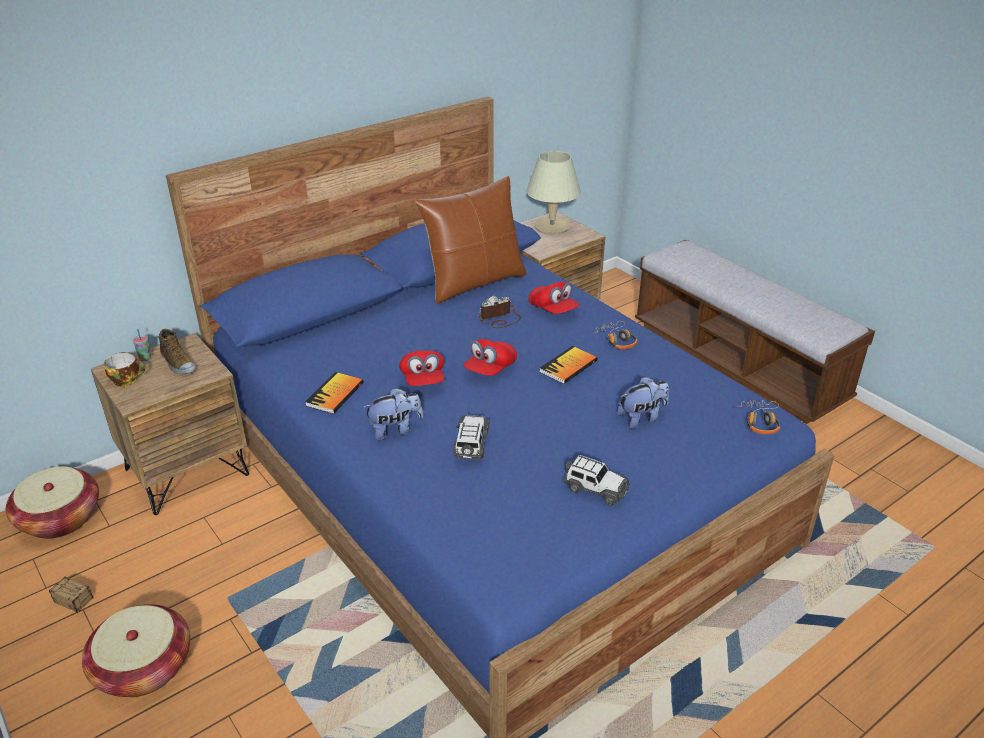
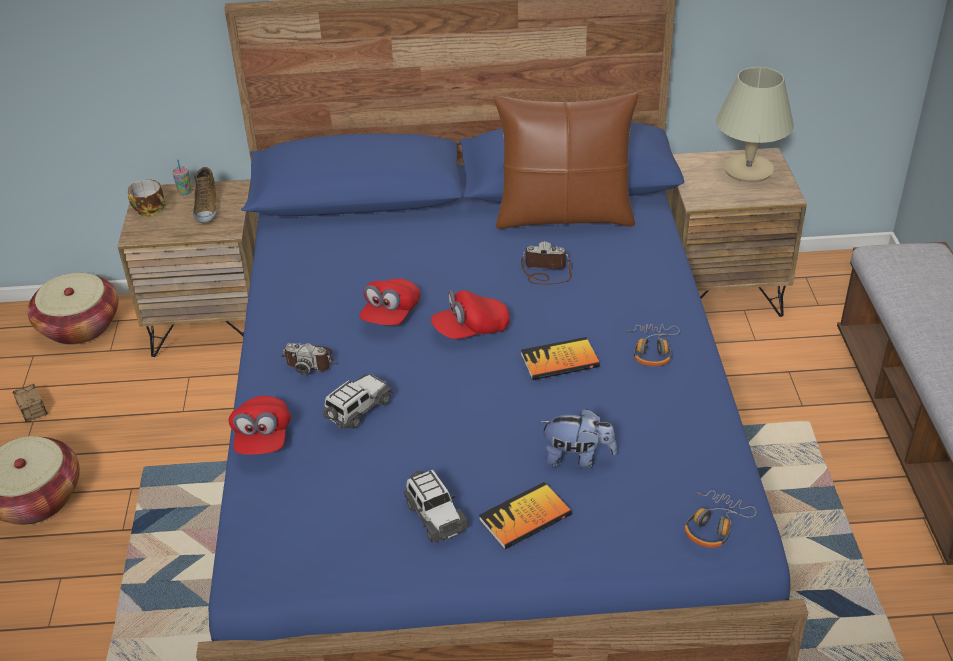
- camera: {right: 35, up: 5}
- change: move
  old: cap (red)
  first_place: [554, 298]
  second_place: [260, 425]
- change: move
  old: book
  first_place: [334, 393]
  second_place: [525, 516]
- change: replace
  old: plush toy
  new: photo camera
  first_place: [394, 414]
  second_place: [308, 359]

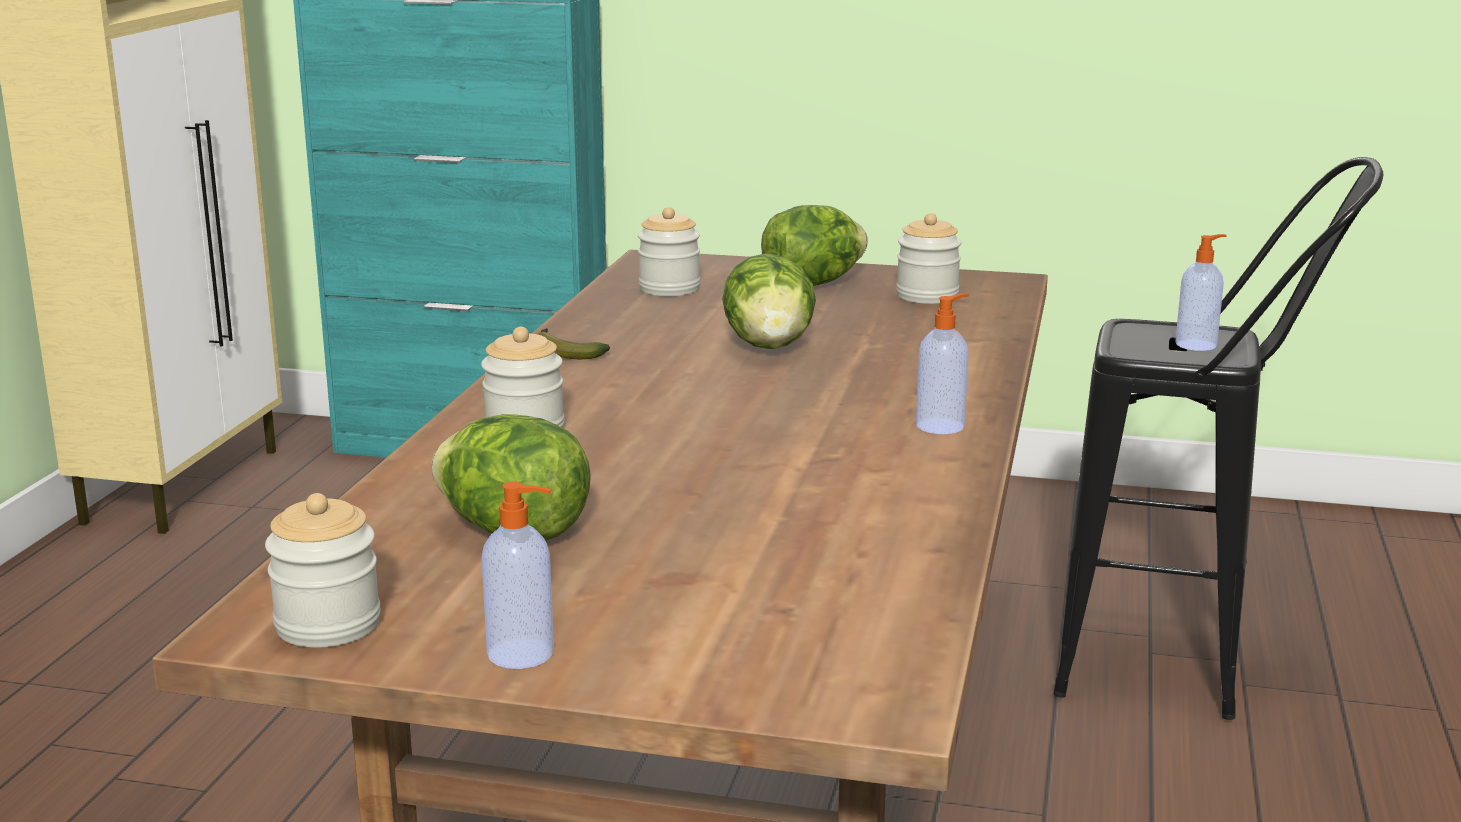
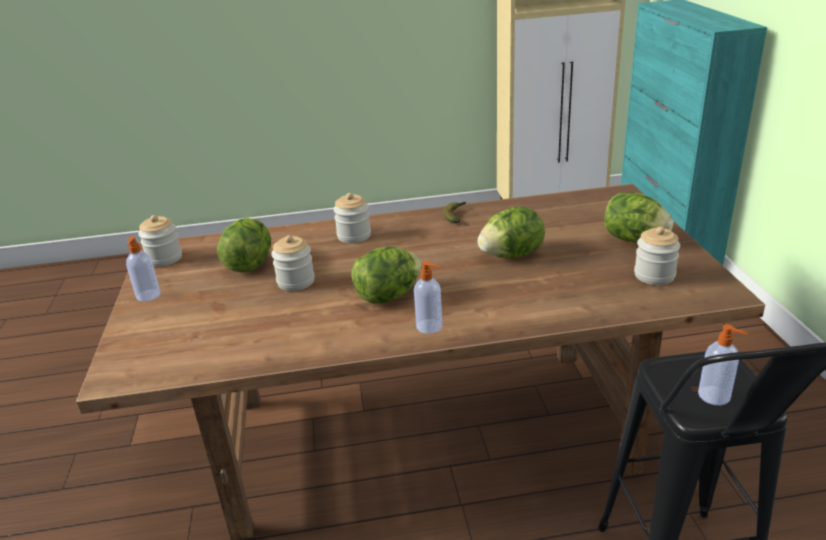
- camera: {right: 70, up: 10}
- change: move
  old: jar
  first_place: [669, 251]
  second_place: [293, 263]
- change: insert
  new: lettuce
  second_place: [386, 275]

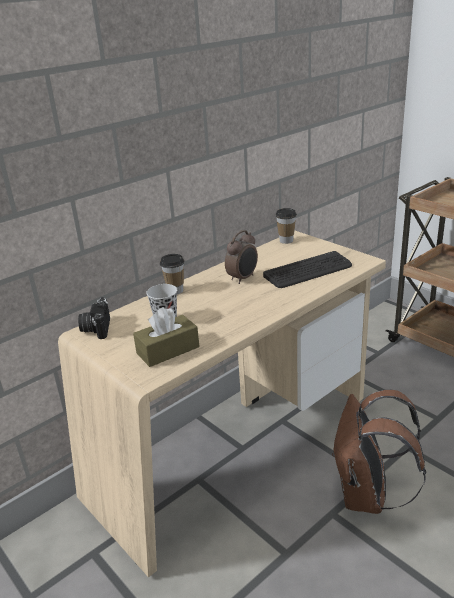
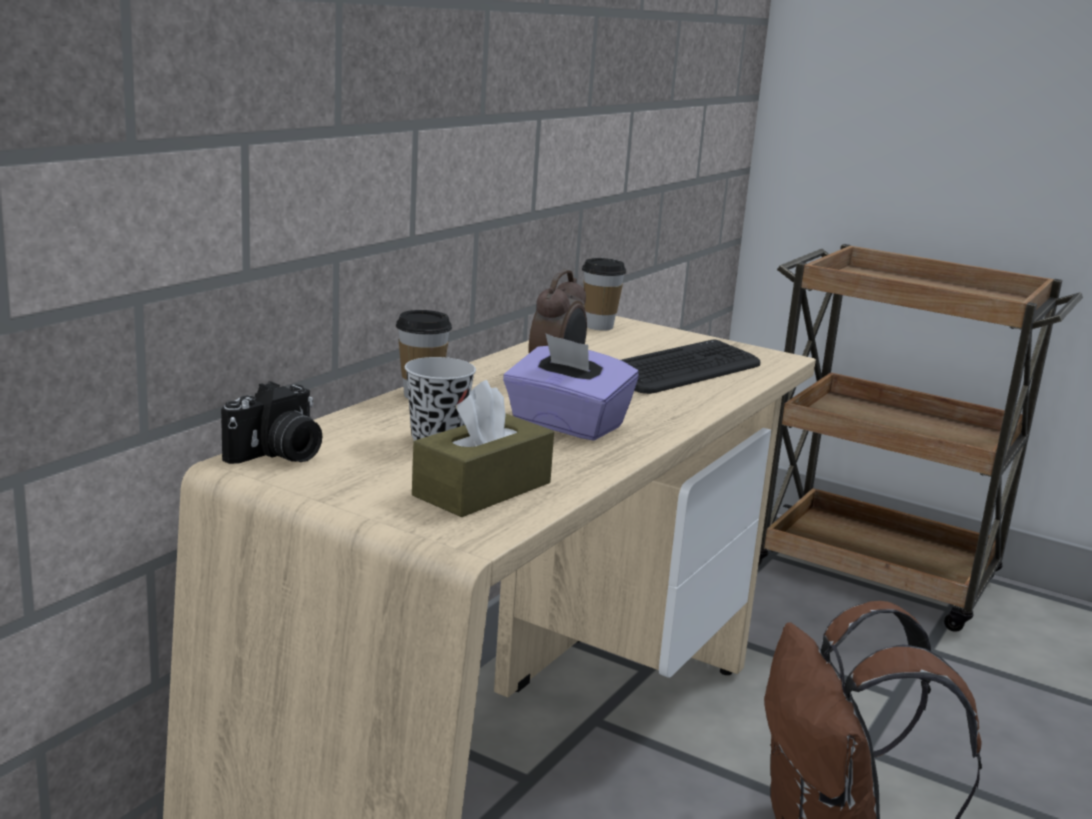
- camera: {right: -20, up: -10}
- change: rotate
  old: photo camera
  first_place: [94, 318]
  second_place: [271, 422]
  degrees: -120
- change: insert
  new: tissue box (purple)
  second_place: [571, 387]

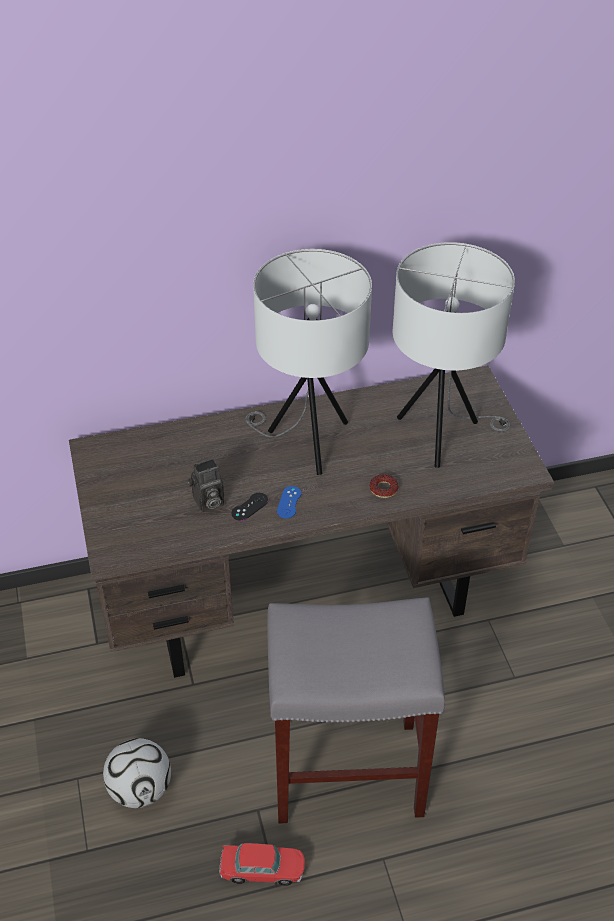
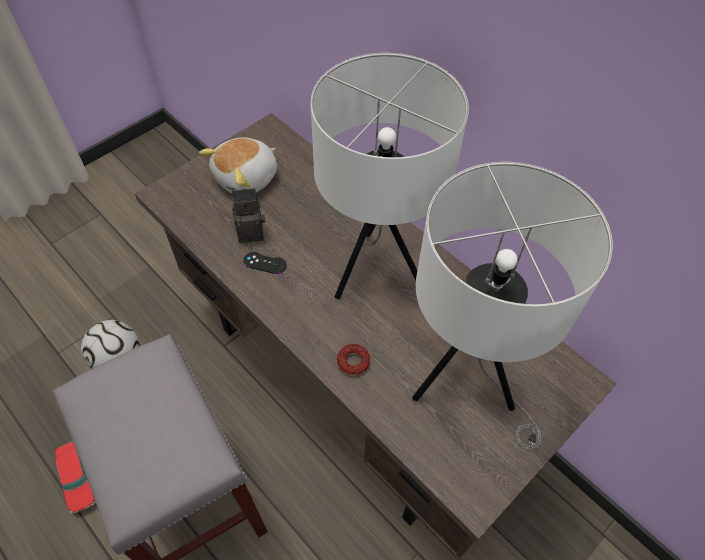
- camera: {right: 60, up: 10}
- change: rotate
  old: photo camera
  first_place: [205, 485]
  second_place: [248, 215]
  degrees: 135
- change: delete
  old: game controller (blue)
  first_place: [289, 502]
- change: insert
  new: plush toy
  second_place: [238, 165]

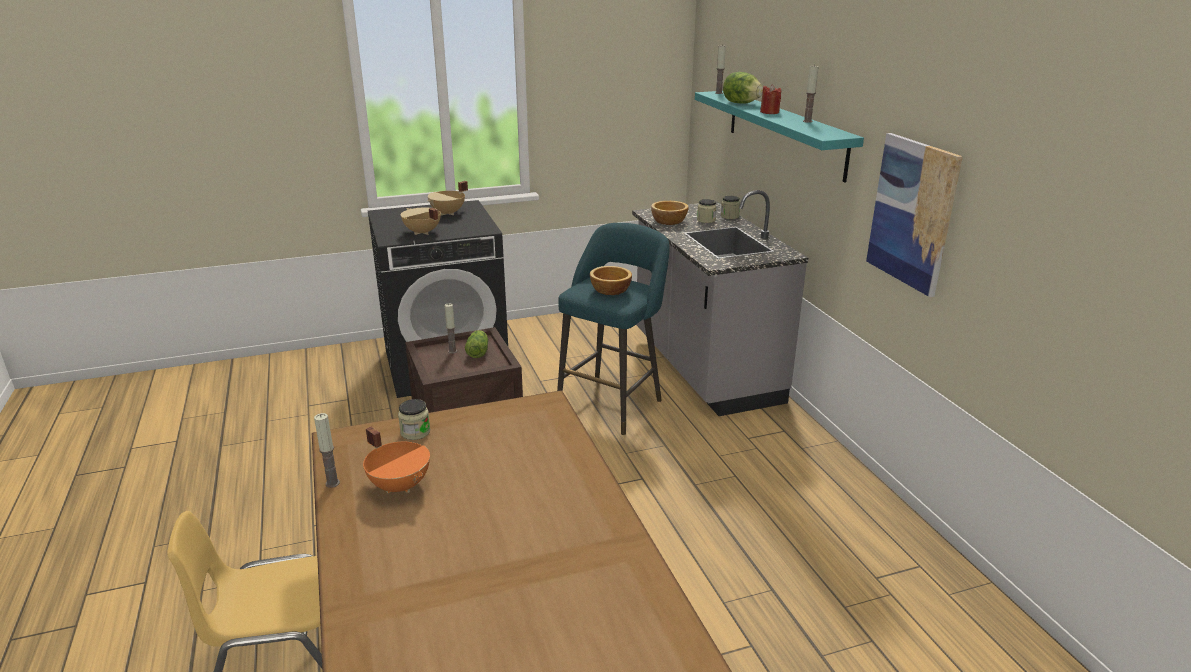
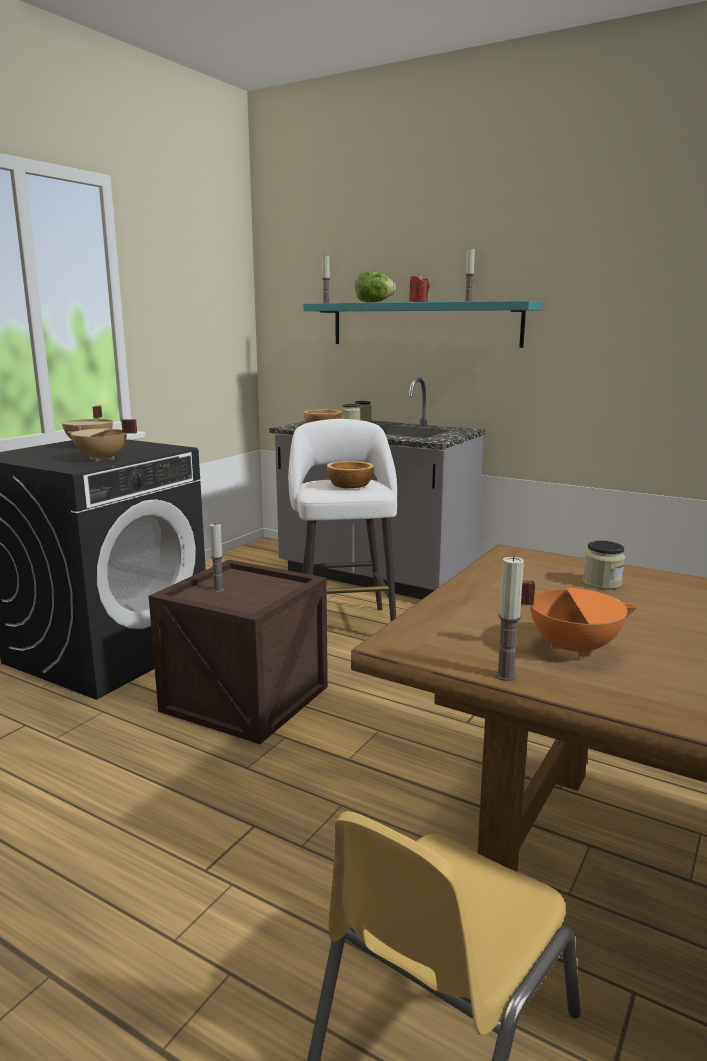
- camera: {right: -40, up: -10}
- change: delete
  old: picture
  first_place: [914, 215]
- change: recolor
  old: stool (turquoise)
  new: stool (white)
  first_place: [613, 329]
  second_place: [342, 520]
- change: delete
  old: lettuce
  first_place: [476, 344]
- change: move
  old: jar
  first_place: [414, 419]
  second_place: [604, 565]

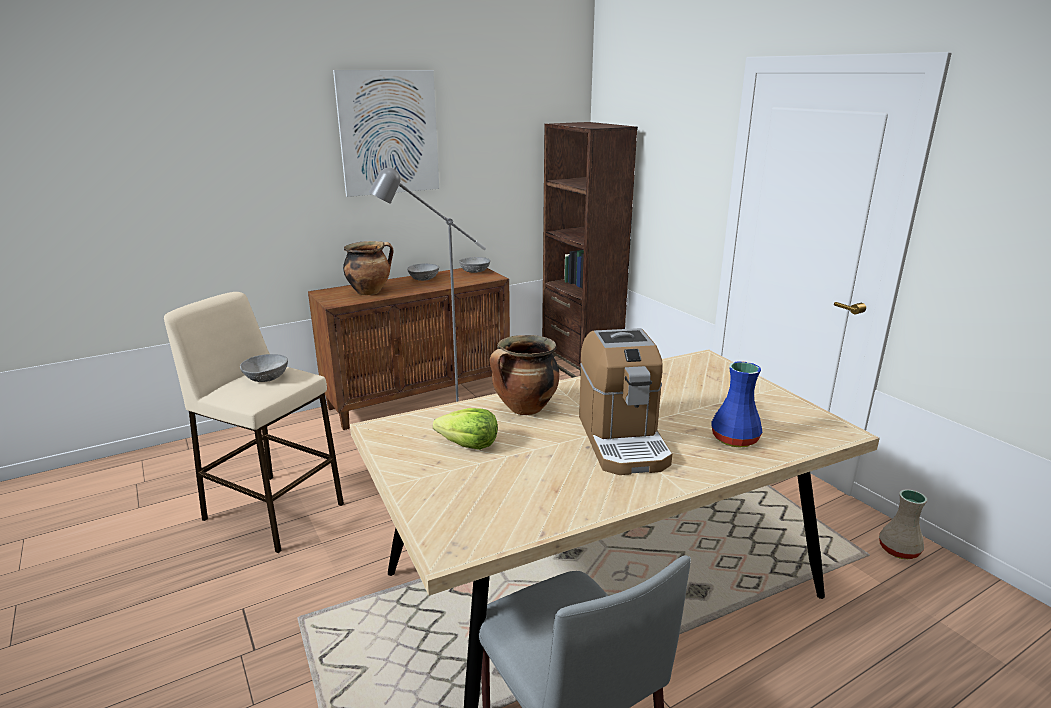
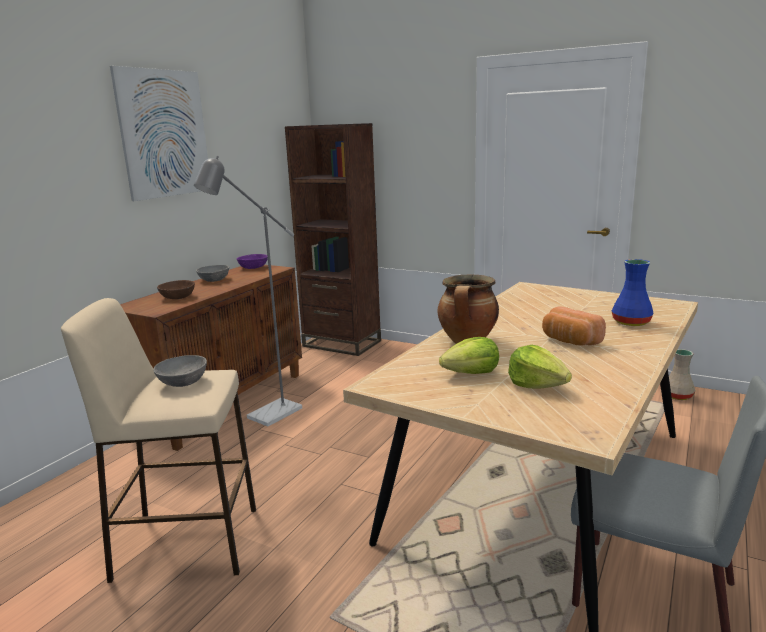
- camera: {right: -30, up: -5}
- change: replace
  old: cooking pot
  new: bowl (brown)
  first_place: [368, 268]
  second_place: [176, 289]
- change: recolor
  old: bowl (grey)
  new: bowl (purple)
  first_place: [474, 265]
  second_place: [252, 261]
- change: replace
  old: coffee machine
  new: bread
  first_place: [625, 401]
  second_place: [574, 326]
- change: insert
  new: lettuce
  second_place: [540, 367]

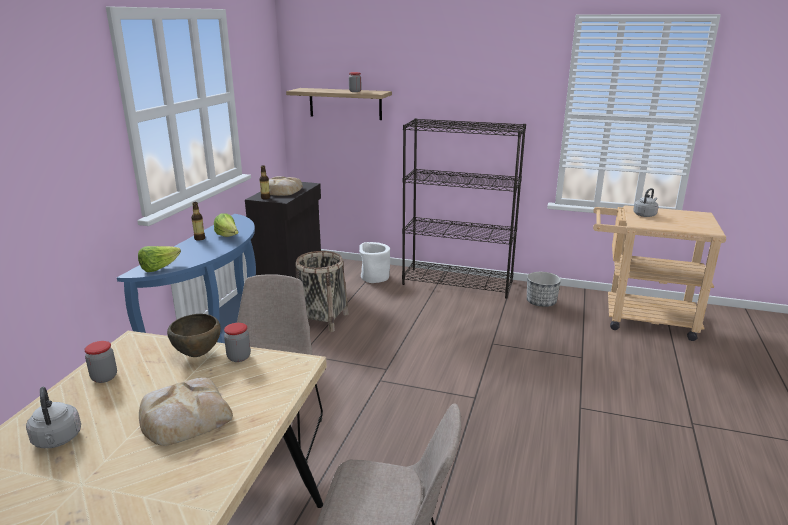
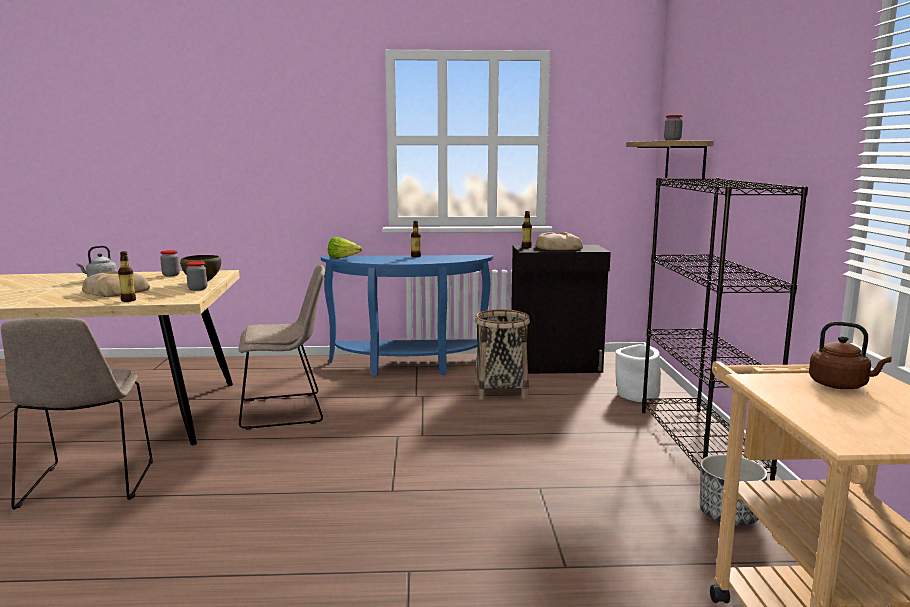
- camera: {right: 70, up: -10}
- change: recolor
  old: kettle (grey)
  new: kettle (brown)
  first_place: [645, 202]
  second_place: [850, 355]
- change: delete
  old: lettuce
  first_place: [226, 225]
- change: insert
  new: bottle
  second_place: [127, 276]

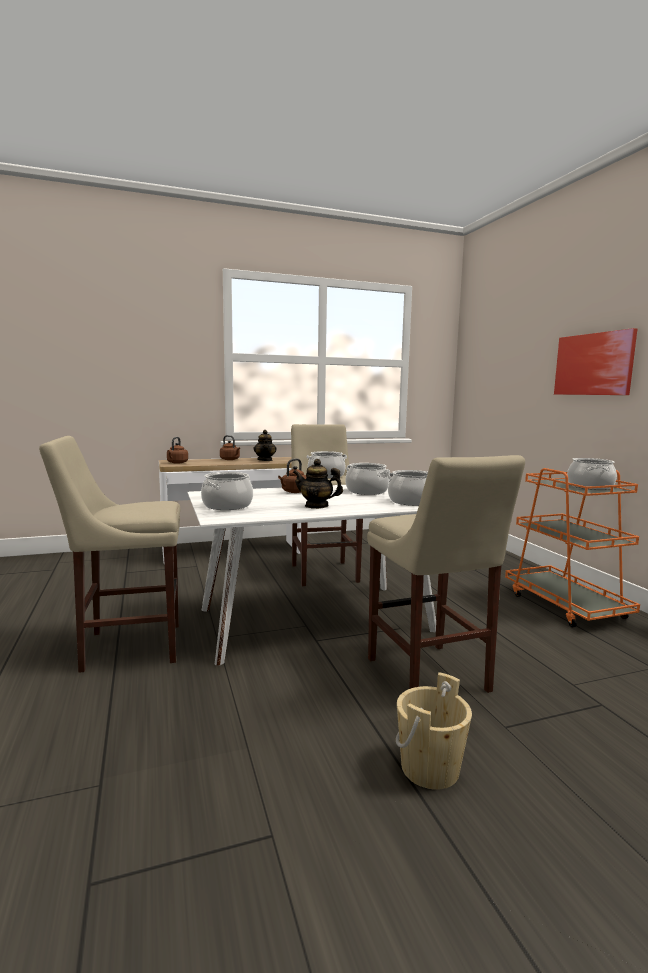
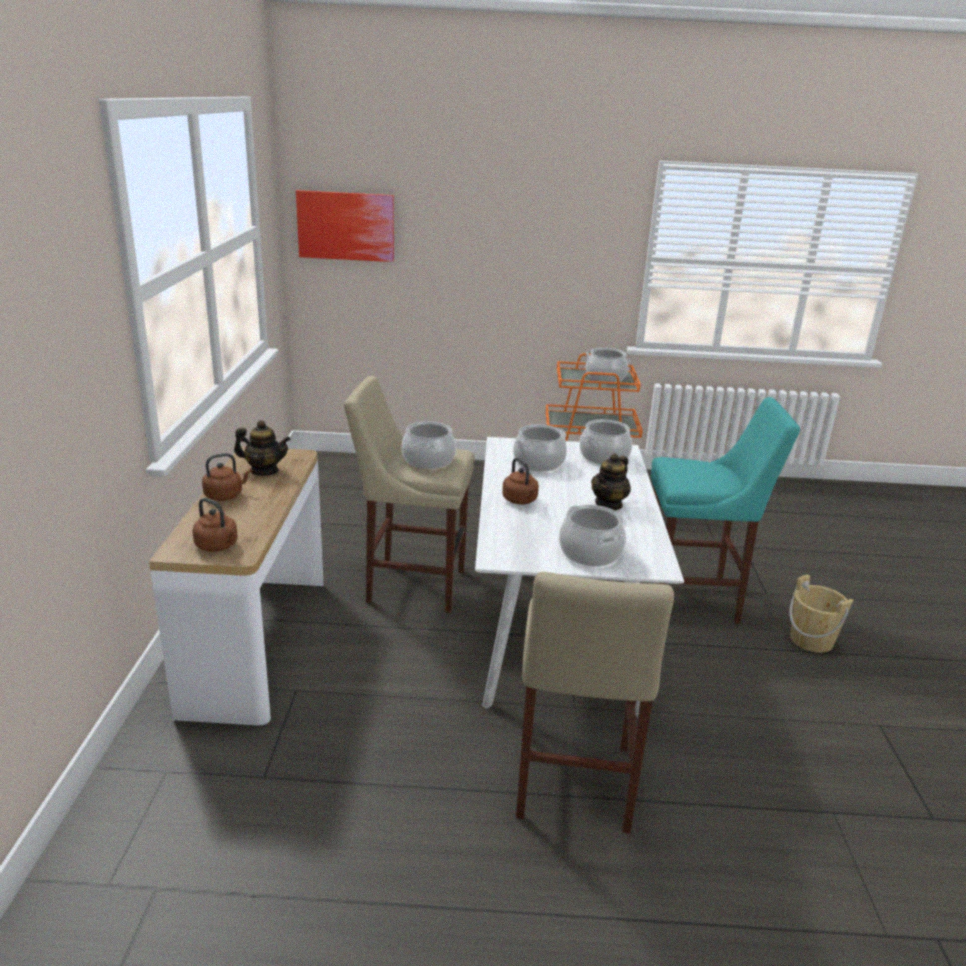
- camera: {right: -70, up: 15}
- change: move
  old: picture
  first_place: [595, 361]
  second_place: [345, 226]
- change: recolor
  old: stool (beige)
  new: stool (turquoise)
  first_place: [446, 574]
  second_place: [725, 510]

